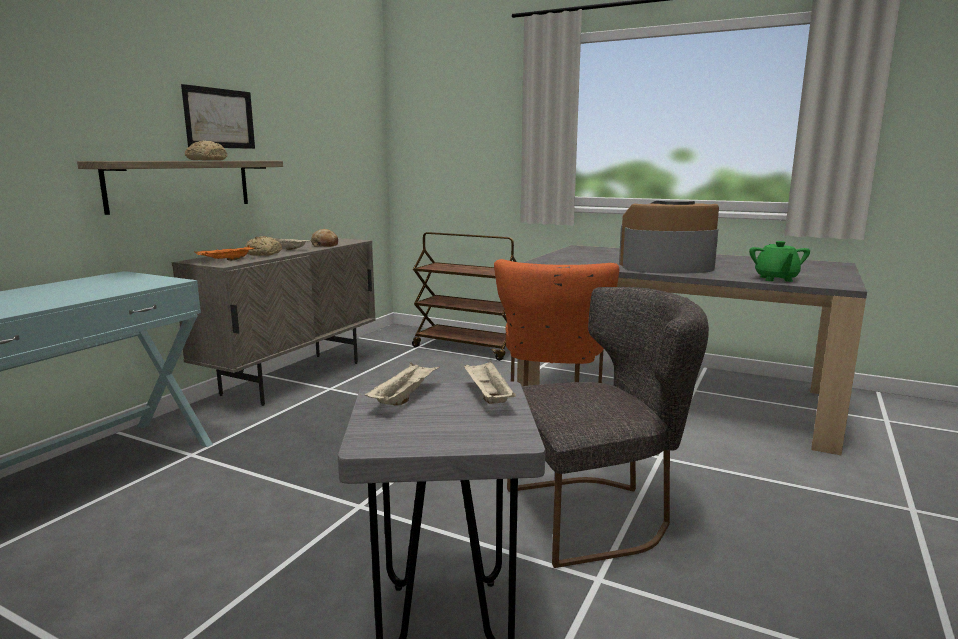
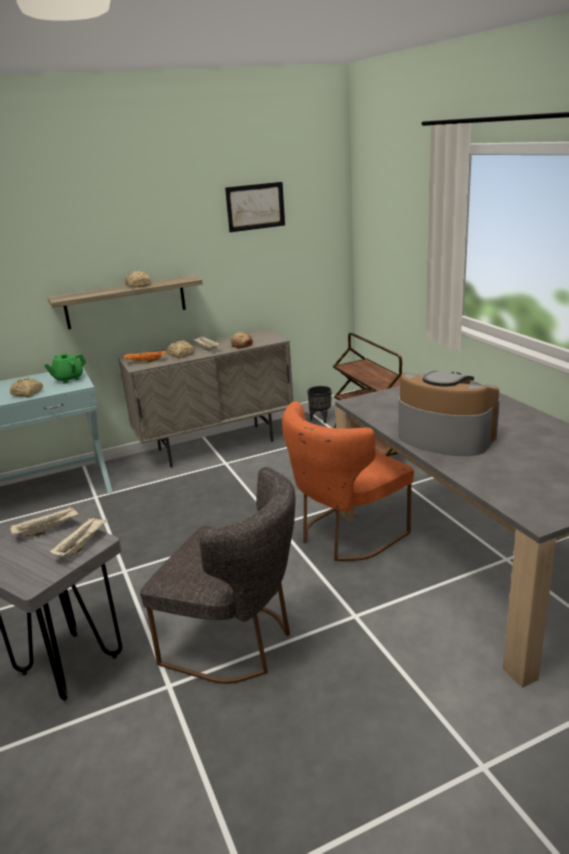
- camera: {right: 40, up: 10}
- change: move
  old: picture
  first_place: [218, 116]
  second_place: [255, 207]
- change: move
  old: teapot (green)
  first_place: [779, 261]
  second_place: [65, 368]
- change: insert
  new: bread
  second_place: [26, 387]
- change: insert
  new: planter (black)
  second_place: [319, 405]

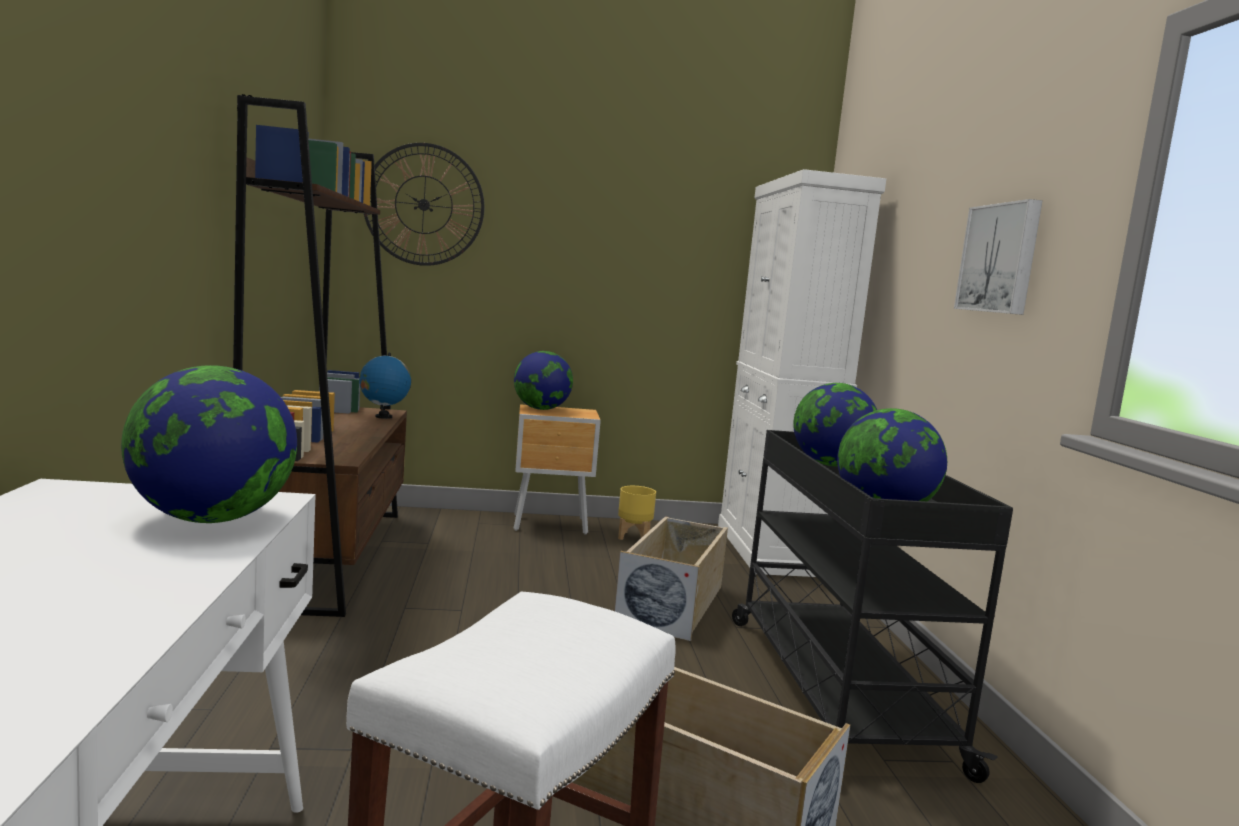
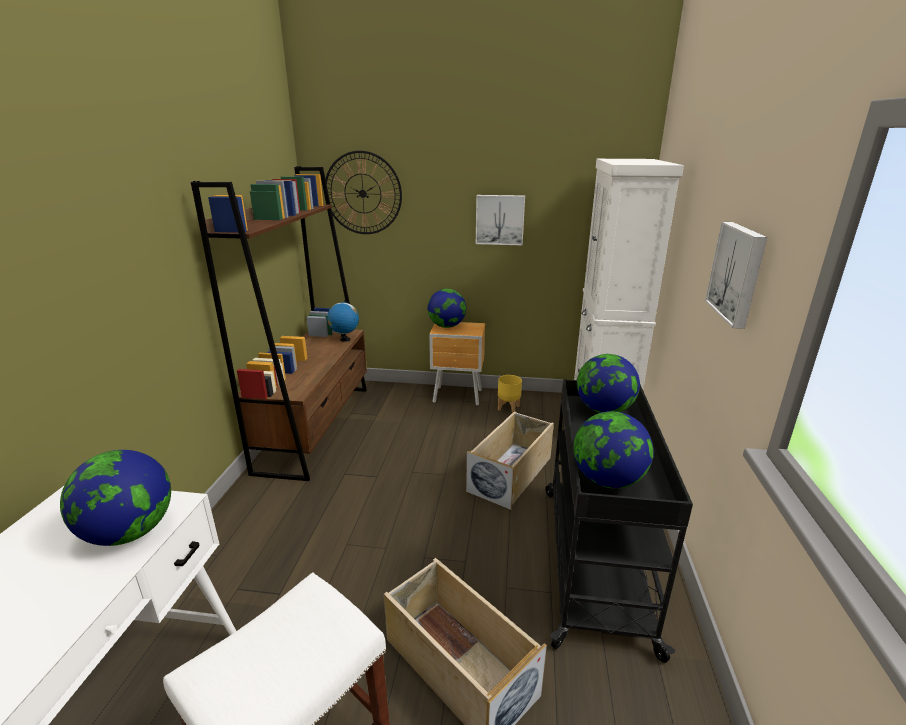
- camera: {right: 15, up: 15}
- change: insert
  new: picture
  second_place: [500, 220]

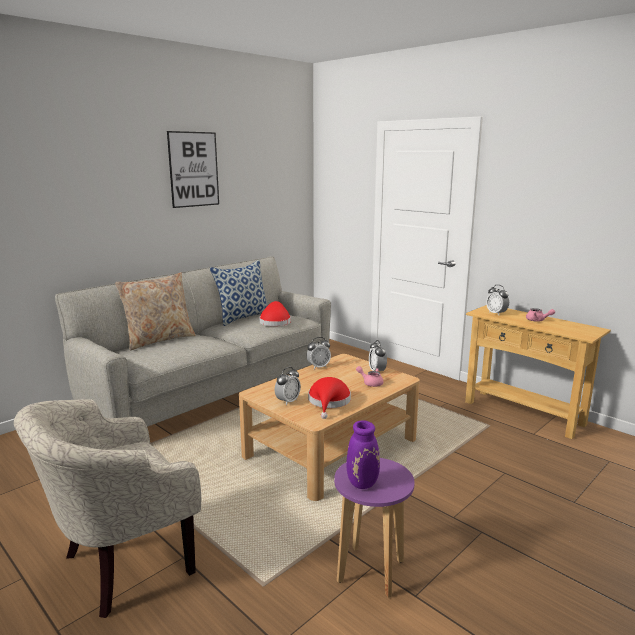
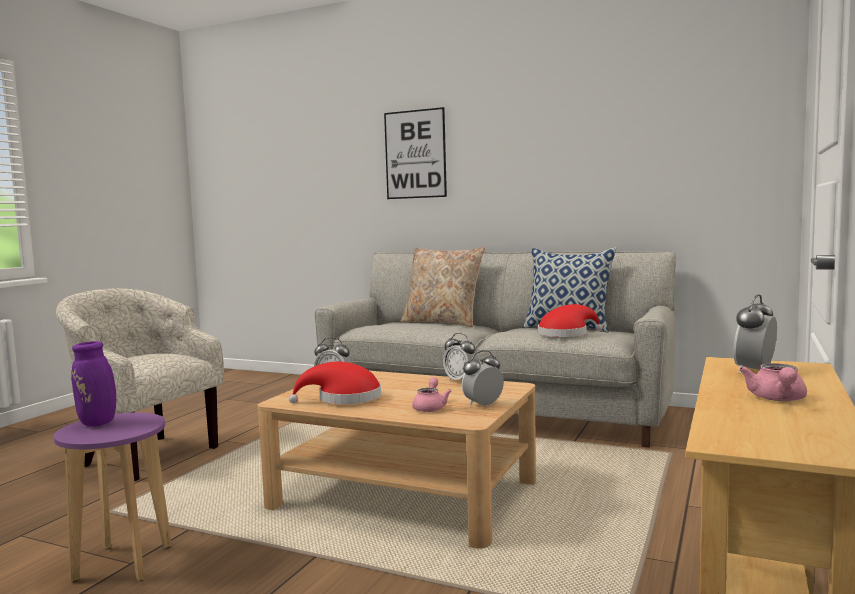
- camera: {right: 70, up: -10}
- change: move
  old: picture
  first_place: [193, 169]
  second_place: [415, 153]

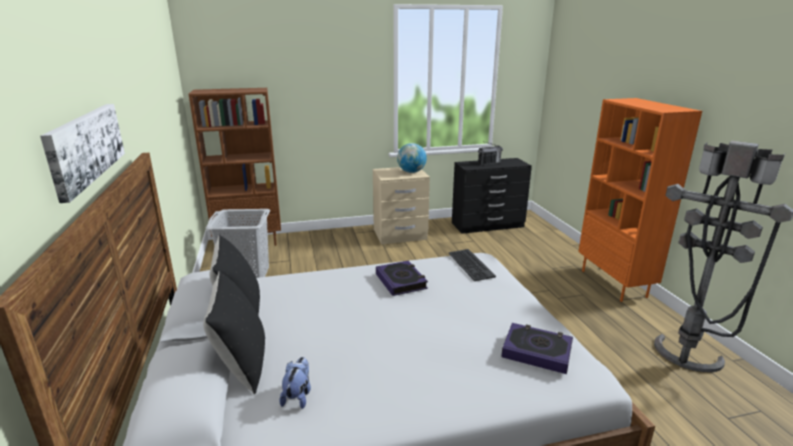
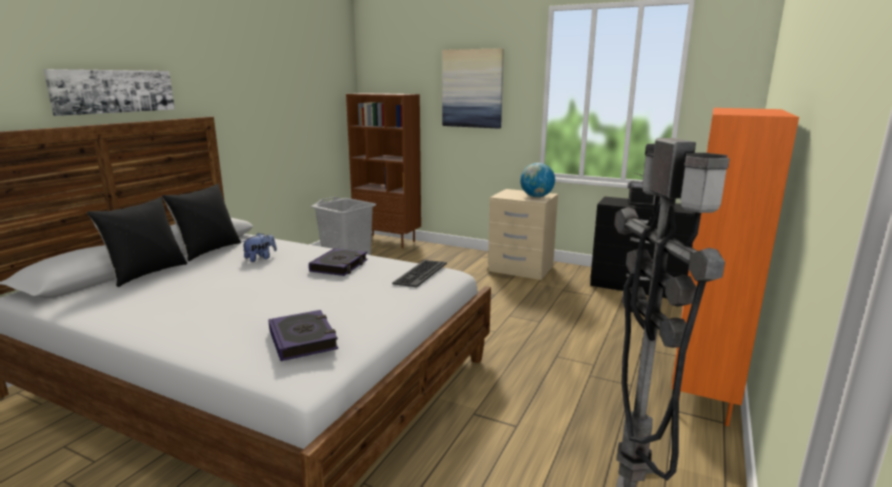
- camera: {right: 40, up: -5}
- change: move
  old: plush toy
  first_place: [295, 383]
  second_place: [259, 247]
- change: insert
  new: picture
  second_place: [473, 88]

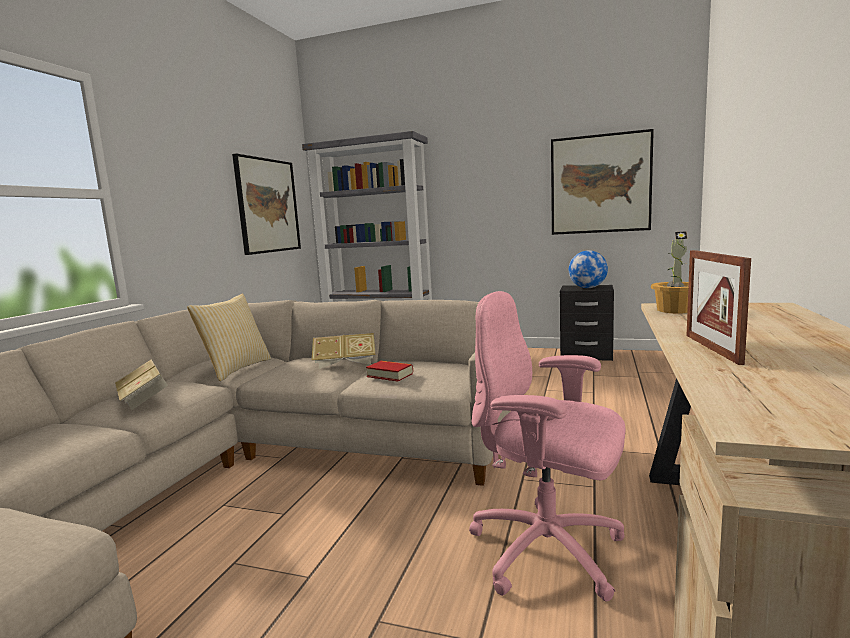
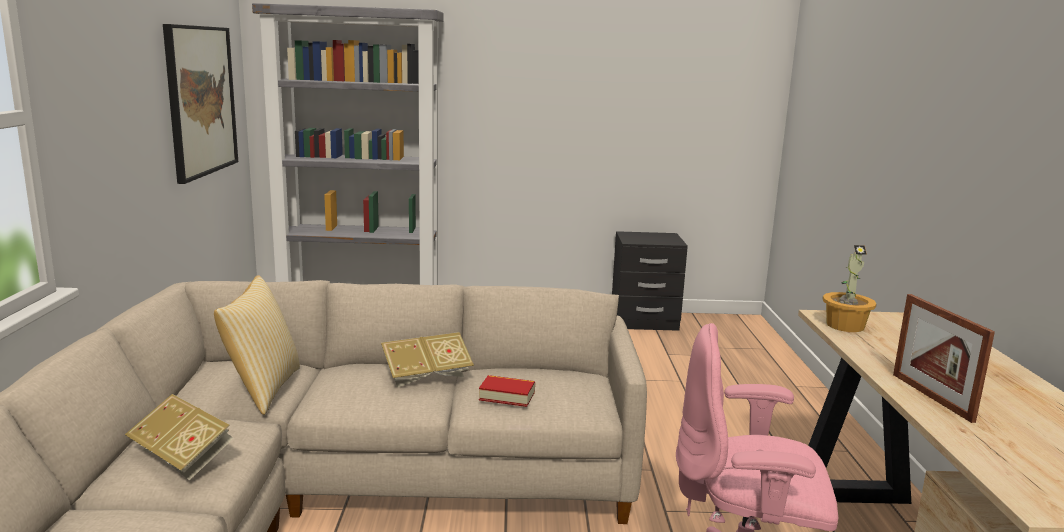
- camera: {right: -20, up: 5}
- change: delete
  old: picture
  first_place: [602, 182]
- change: delete
  old: globe
  first_place: [588, 269]

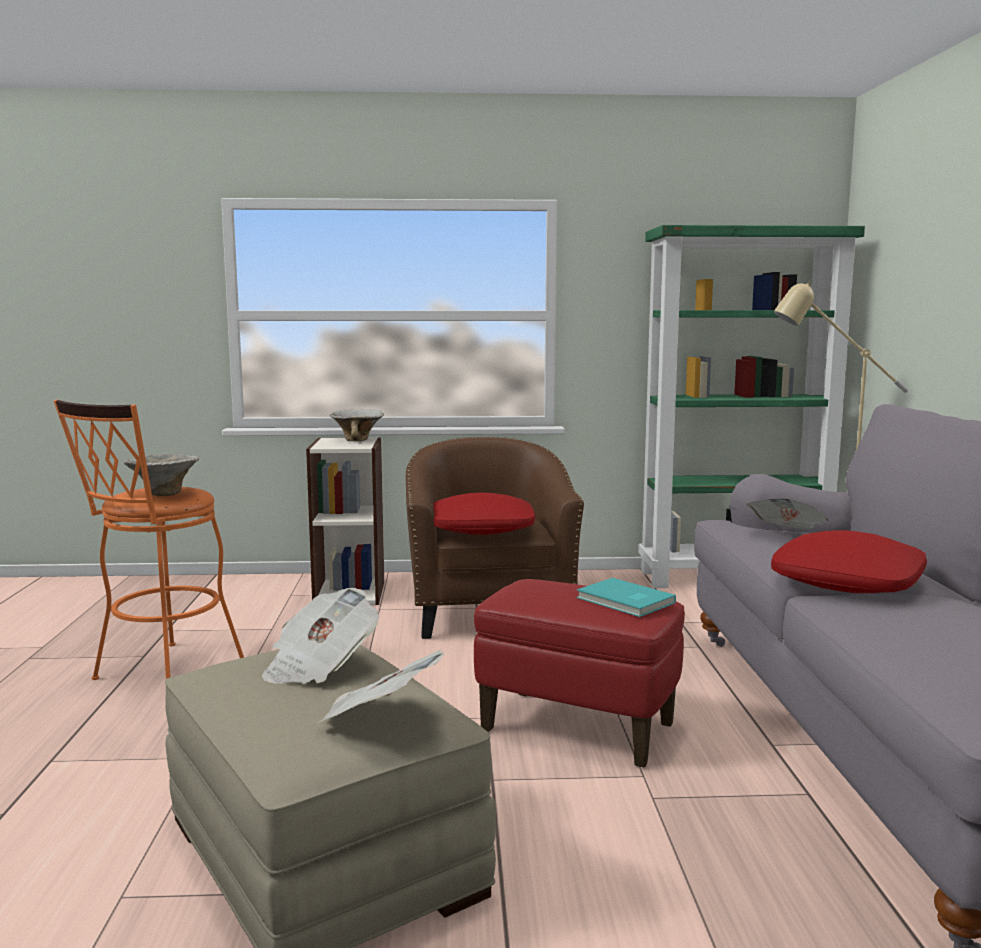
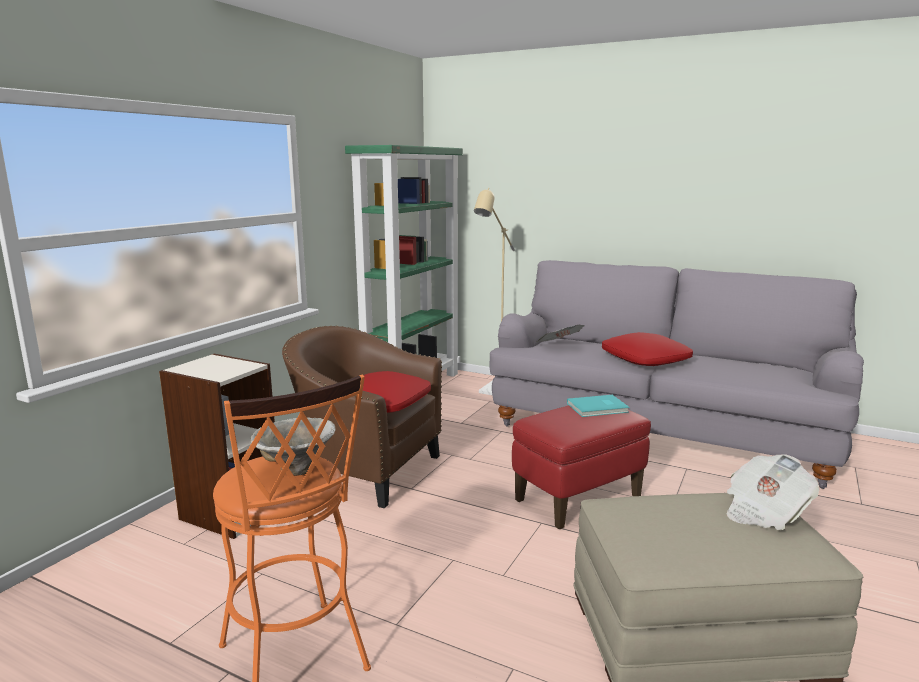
- camera: {right: -60, up: 5}
- change: delete
  old: bowl
  first_place: [357, 425]
- change: delete
  old: newspaper
  first_place: [320, 636]

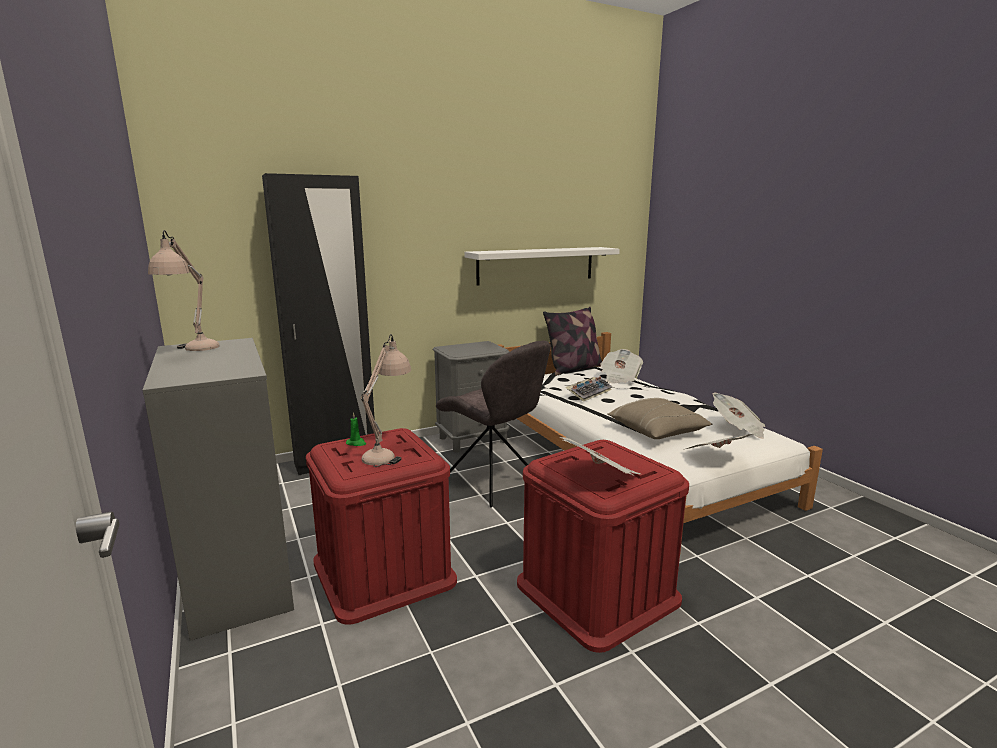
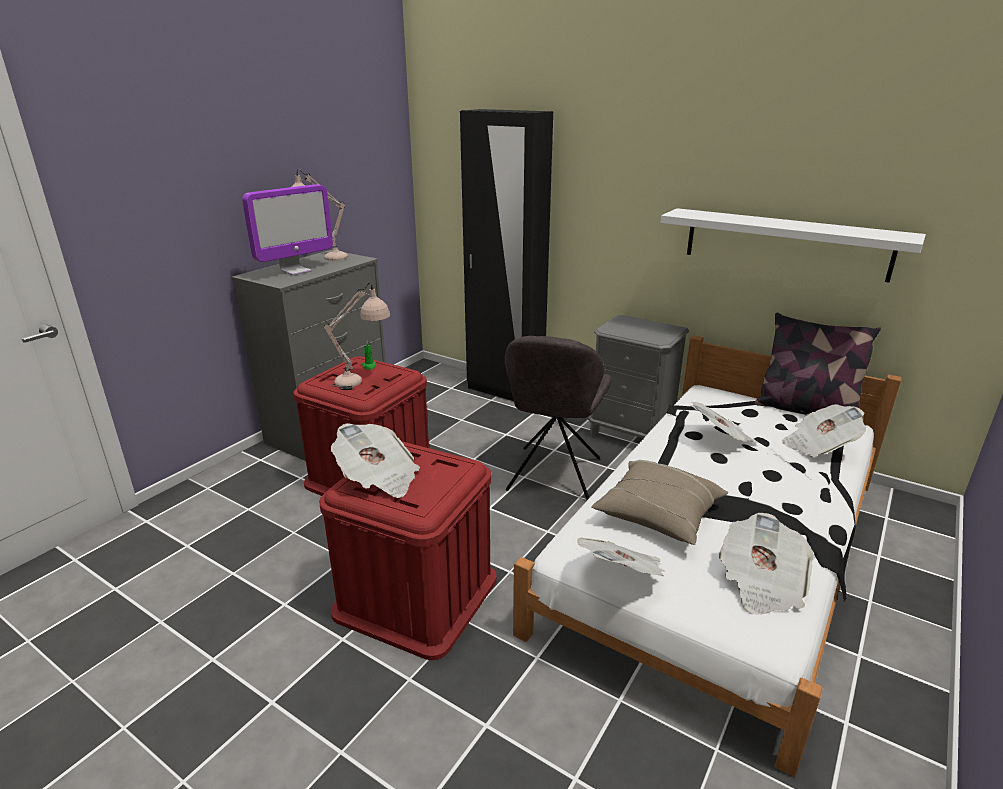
- camera: {right: 60, up: 10}
- change: replace
  old: keyboard
  new: newspaper
  first_place: [588, 389]
  second_place: [724, 422]
- change: insert
  new: monitor
  second_place: [287, 229]

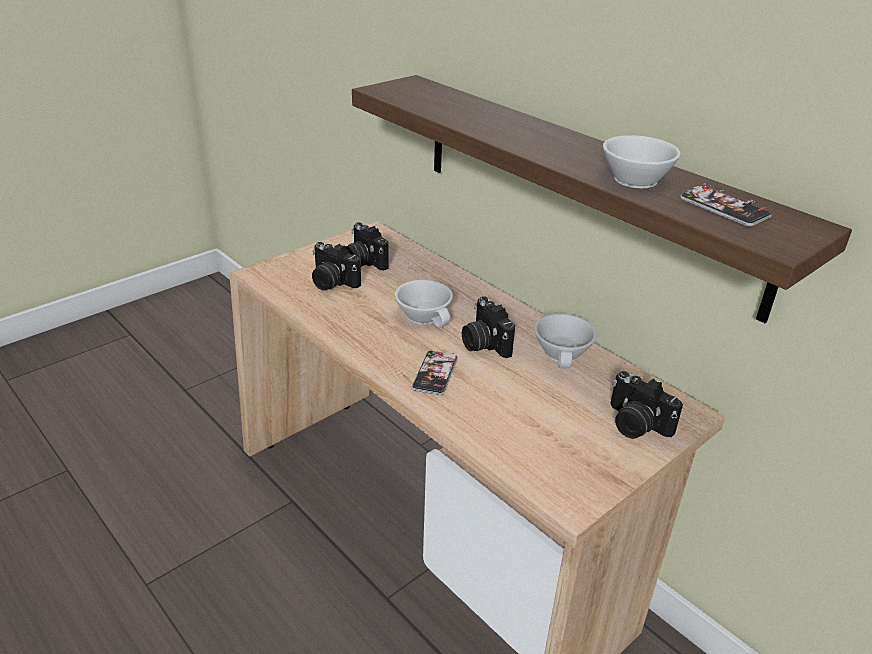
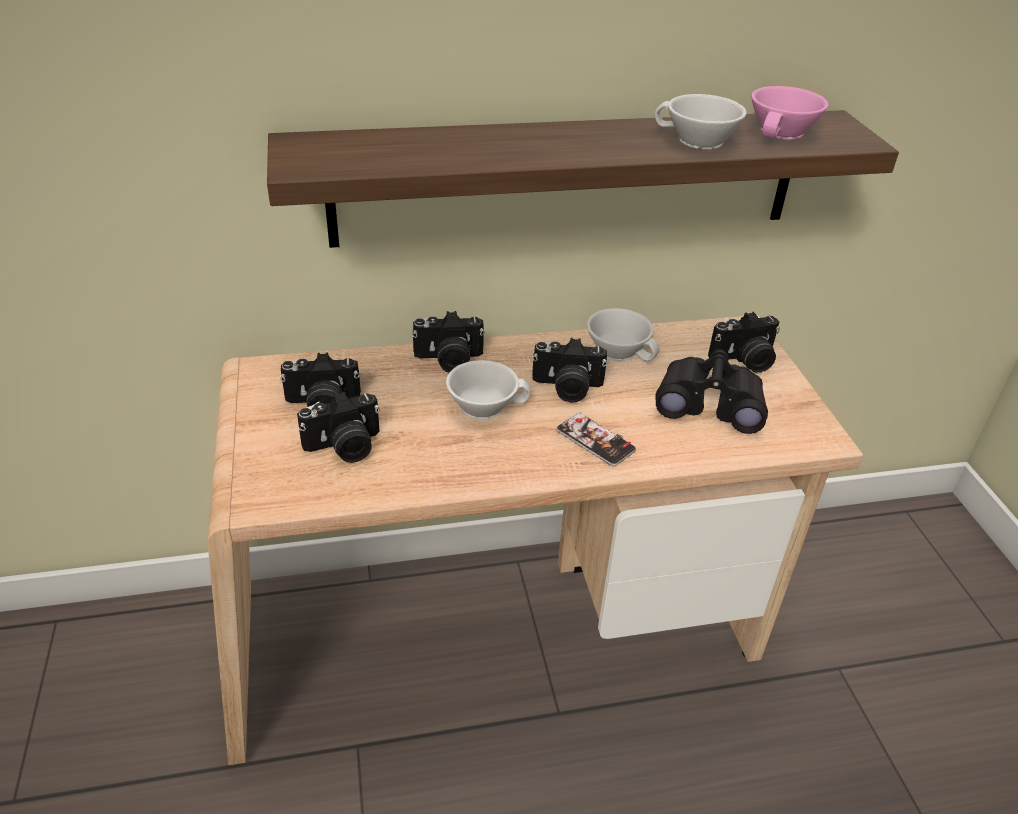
- camera: {right: -60, up: 5}
- change: replace
  old: phone
  new: cup (pink)
  first_place: [725, 205]
  second_place: [789, 112]
- change: insert
  new: photo camera
  second_place: [448, 342]
- change: insert
  new: binoculars (black)
  second_place: [711, 391]

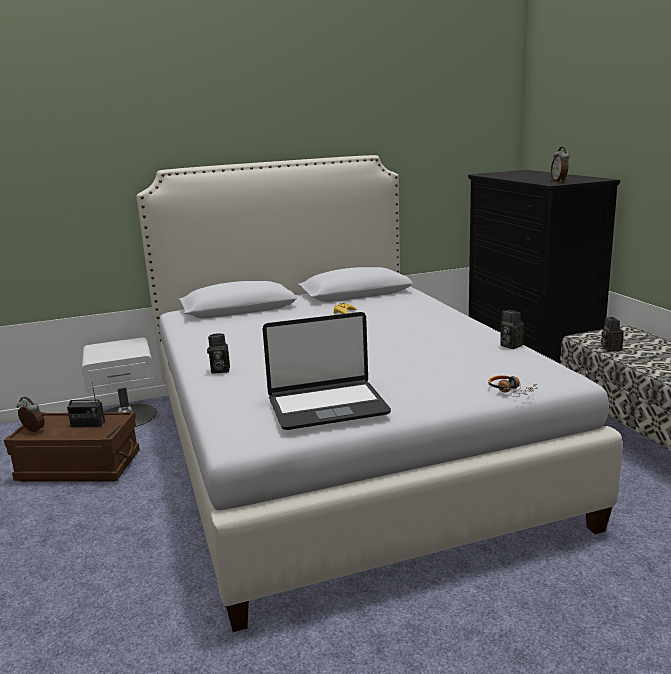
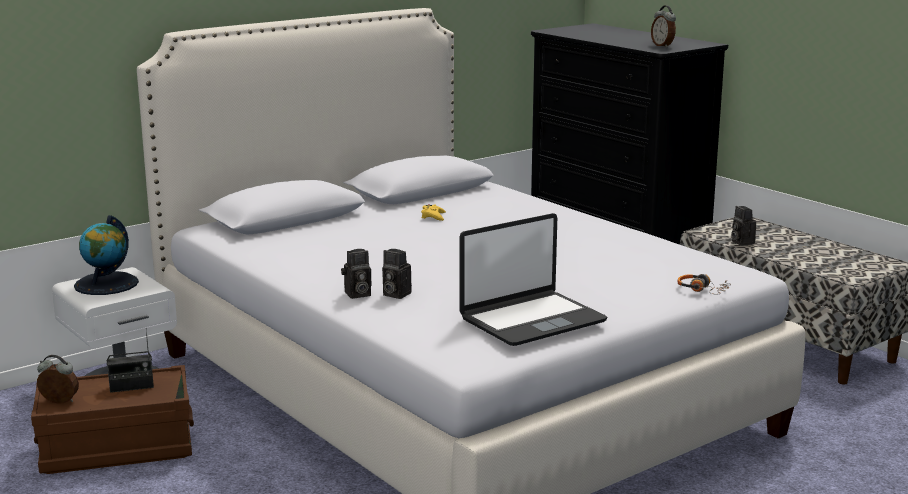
- camera: {right: -20, up: 0}
- change: move
  old: photo camera
  first_place: [512, 329]
  second_place: [397, 274]
- change: insert
  new: globe
  second_place: [106, 255]

